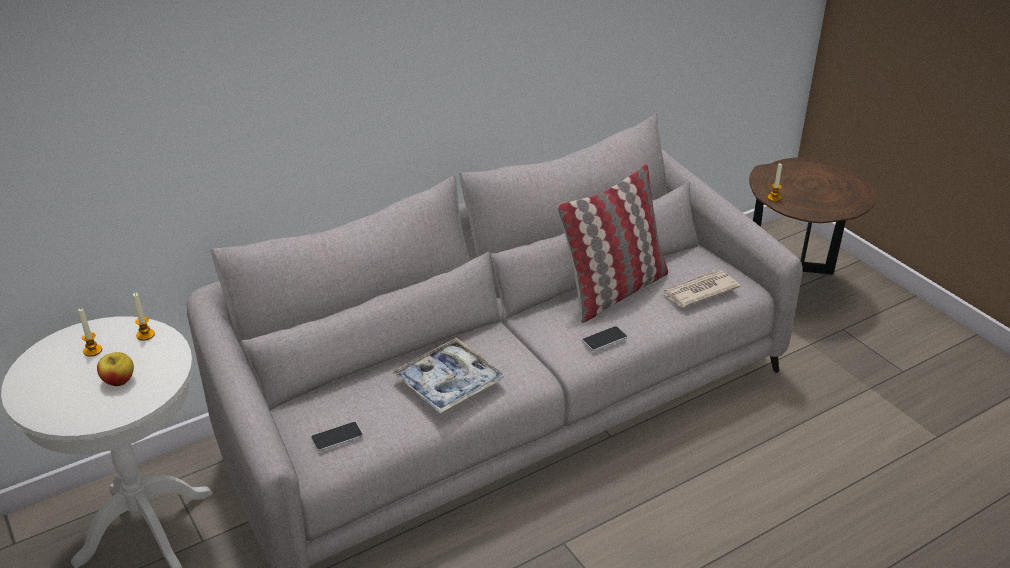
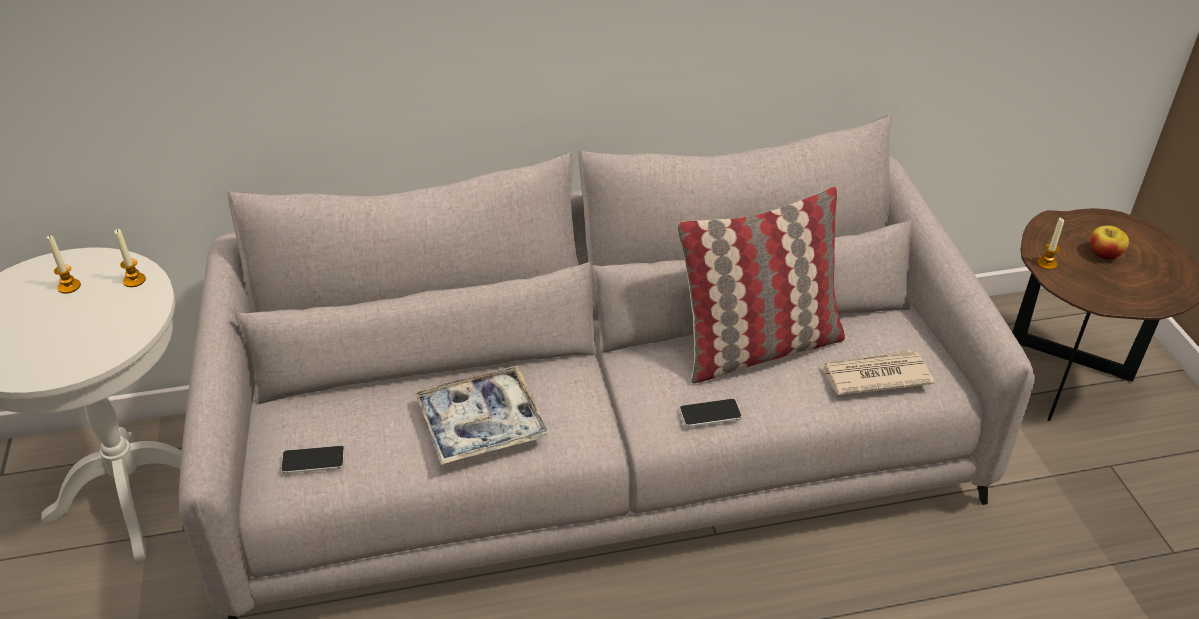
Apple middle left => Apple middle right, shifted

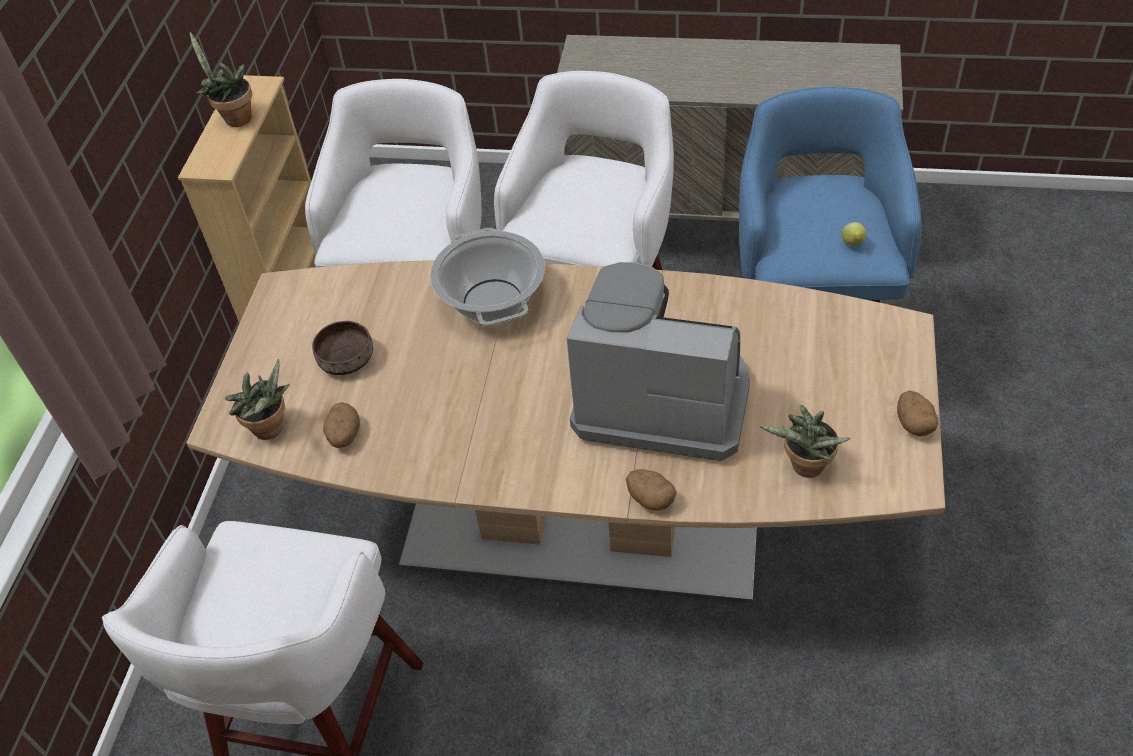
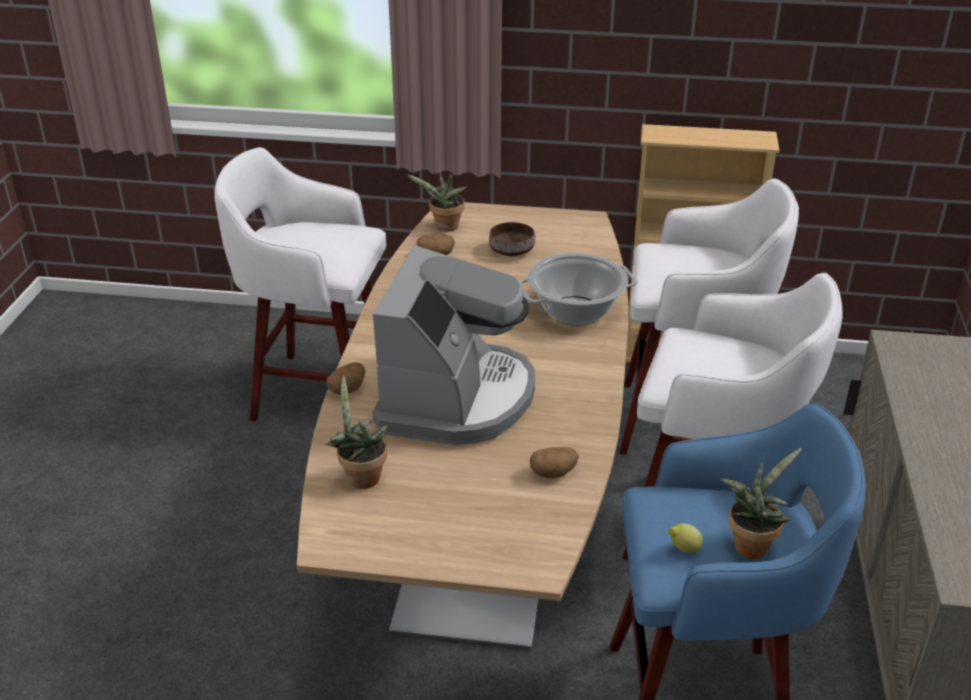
PottedPlant (no. 1 from left in the first image) top left => PottedPlant (no. 3 from left) bottom right, shifted
Potato (no. 3 from left) middle right => Potato (no. 3 from left) centre, shifted

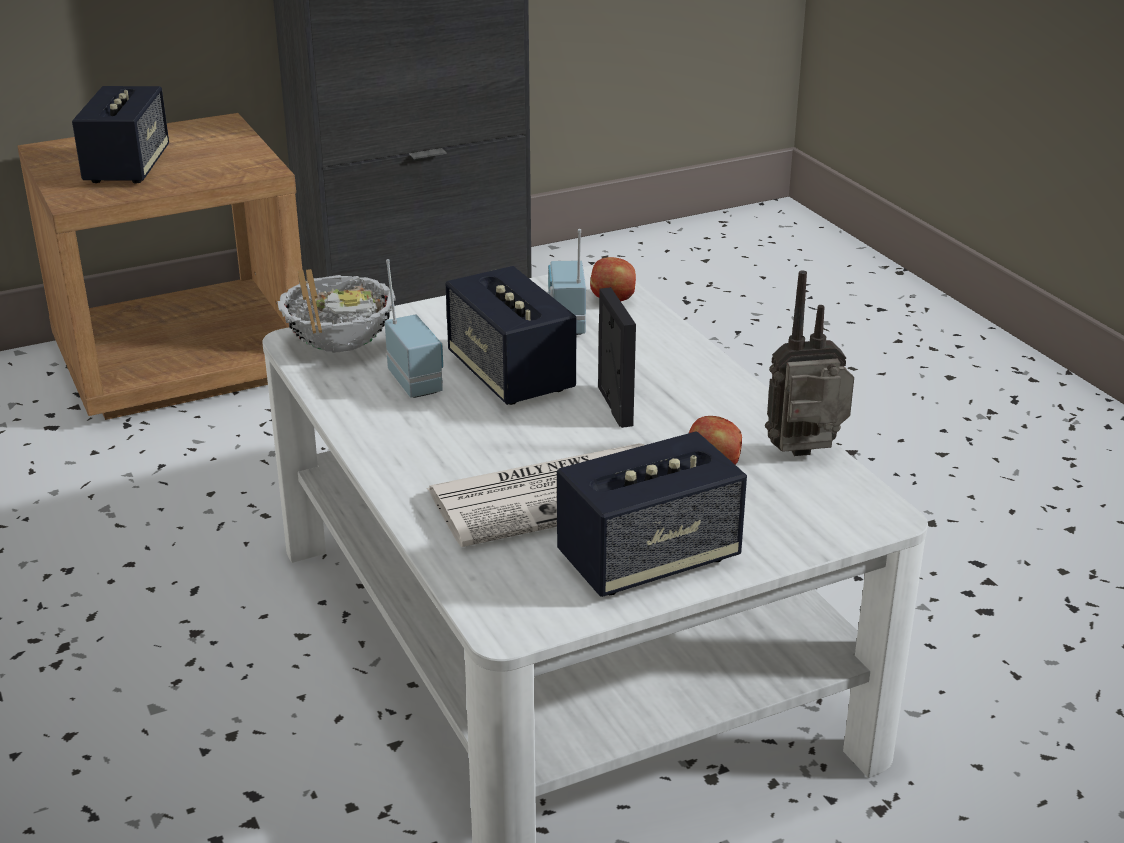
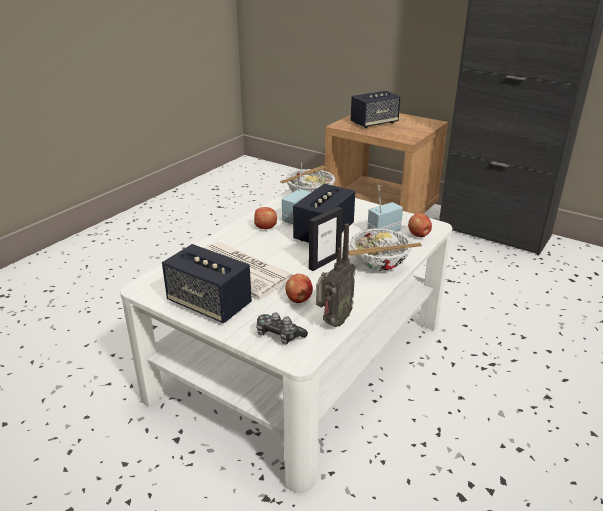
Radio (no. 3 from left in the first image) middle right => Radio (no. 2 from left) centre, 75 degrees clockwise
nothing => Apple (no. 1 from left) centre
nothing => Bowl (no. 2 from left) centre
nothing => GameController centre

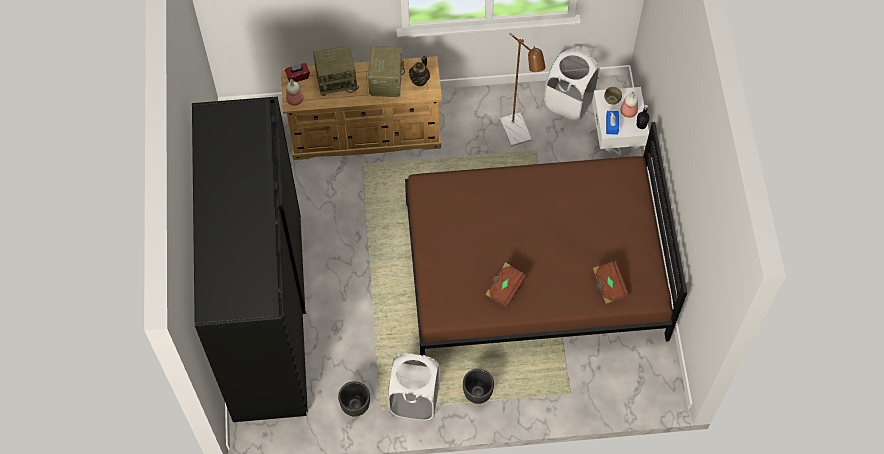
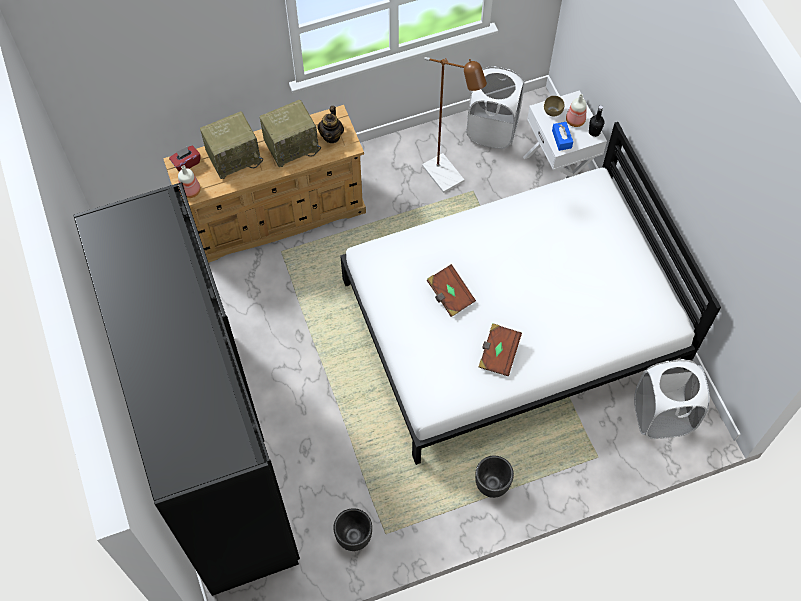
Radio (no. 2 from left) top centre, 75 degrees clockwise
BrownBed centre => WhiteBed centre
BrownBook (no. 2 from left in the first image) middle right => BrownBook (no. 1 from left) centre, shifted
WhiteLaundryBasket (no. 1 from left in the first image) bottom centre => WhiteLaundryBasket (no. 2 from left) middle right, shifted

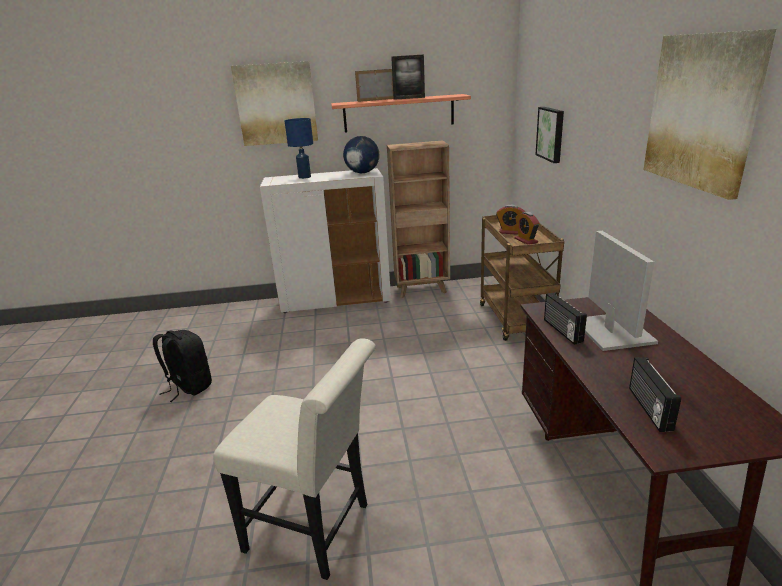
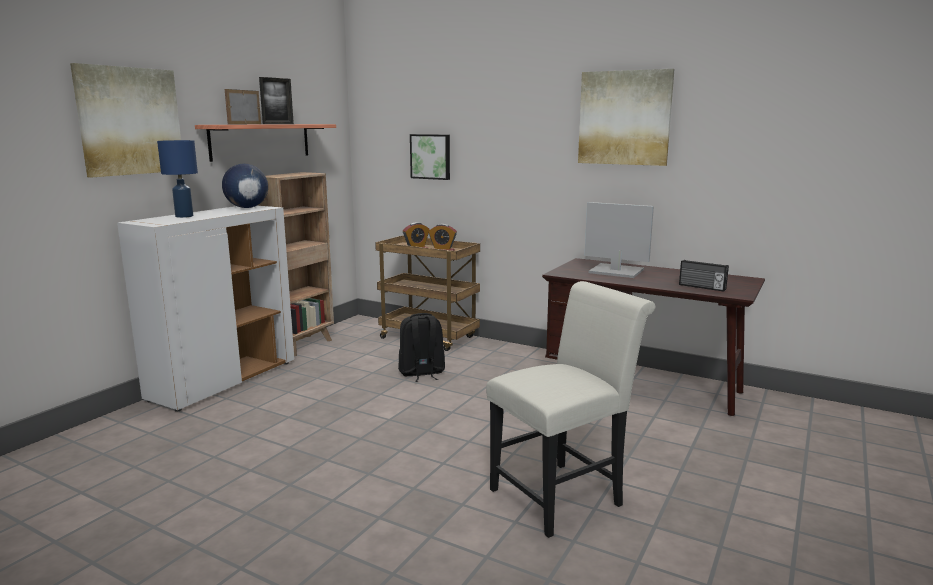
Radio (no. 1 from left) middle right => nothing
BlackBackpack middle left => BlackBackpack centre, shifted

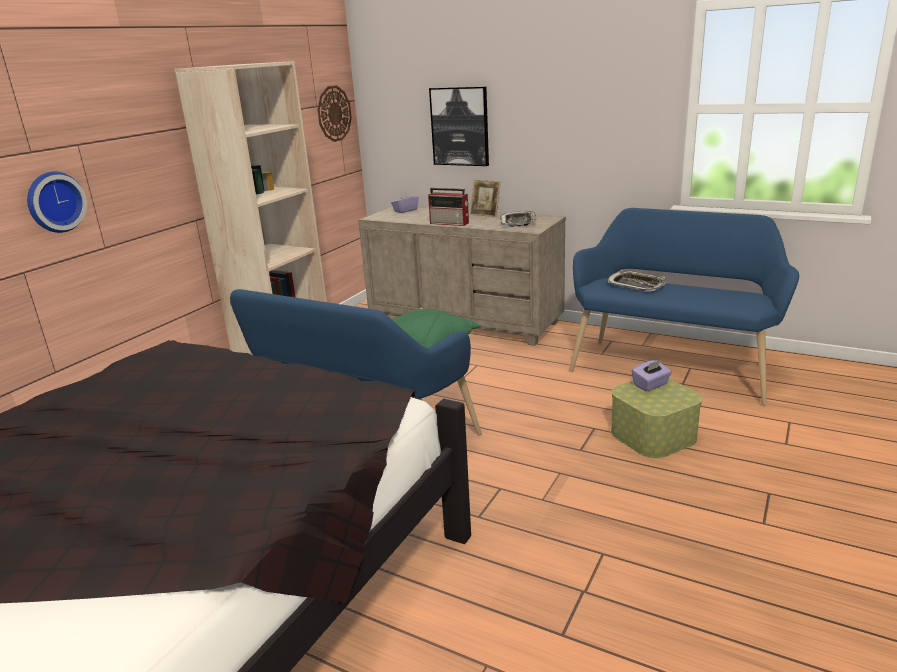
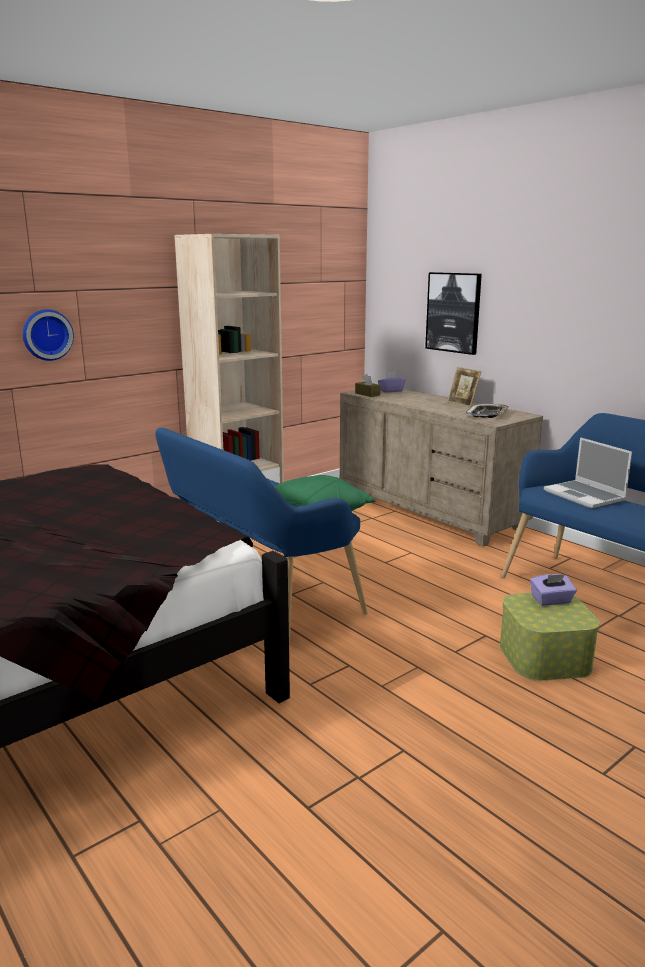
WallClock (no. 2 from left) top centre => nothing
Radio top centre => nothing
Tray (no. 2 from left) middle right => Laptop middle right
nothing => BrownTissueBox centre

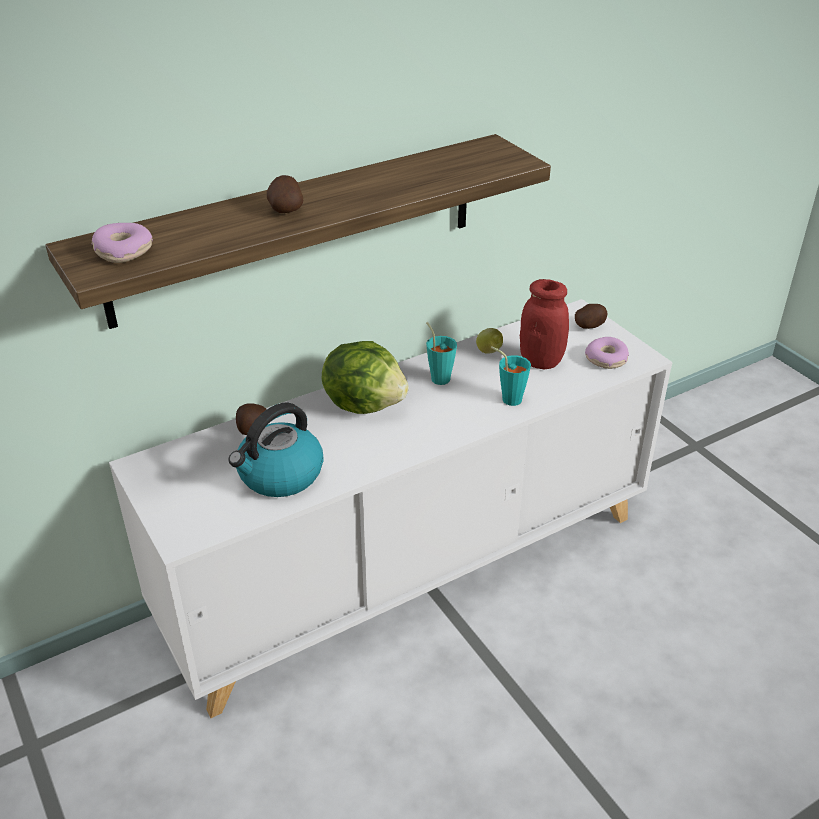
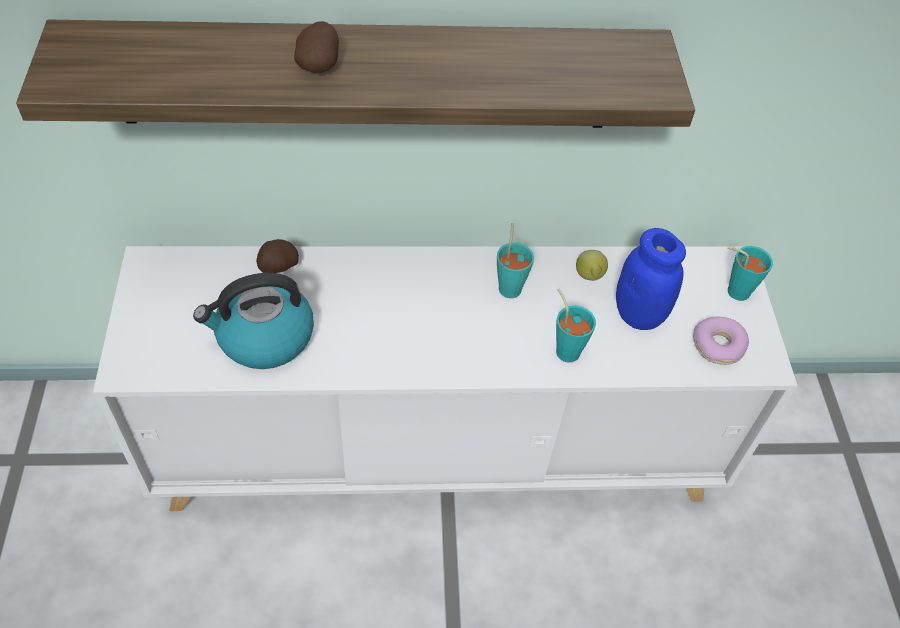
Donut (no. 1 from left) top left => nothing
RedJar centre => BlueJar middle right
Potato (no. 3 from left) middle right => TurquoiseCup (no. 3 from left) middle right
Lettuce centre => nothing

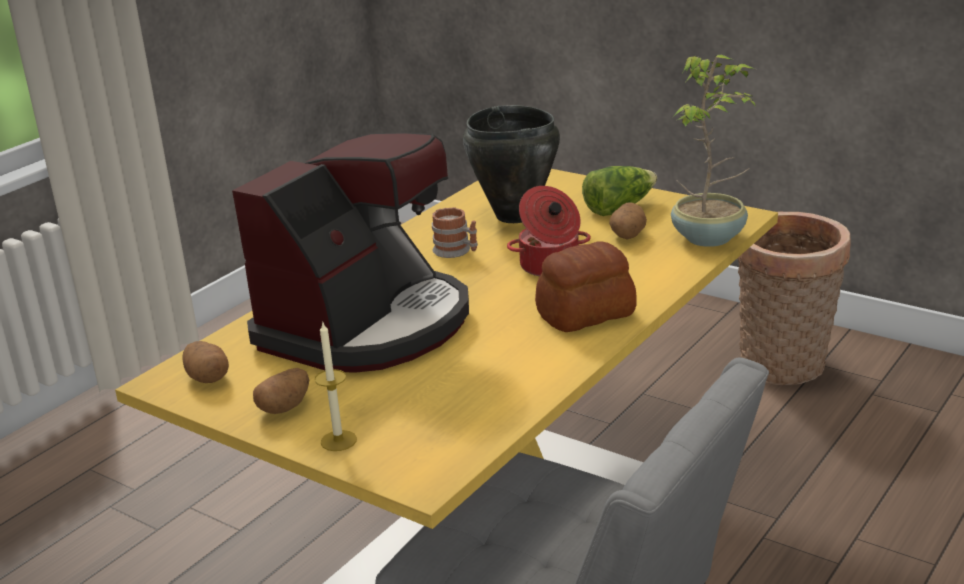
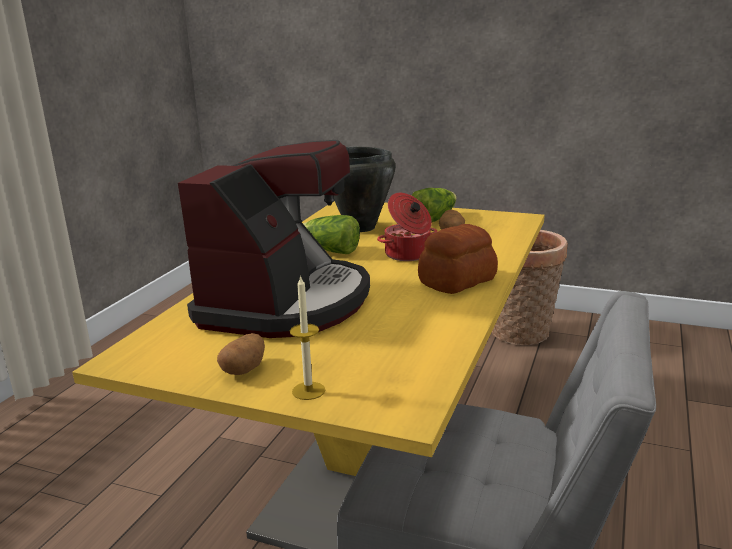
PottedPlant top right => nothing
Mug centre => Lettuce (no. 1 from left) centre
Potato (no. 1 from left) middle left => nothing

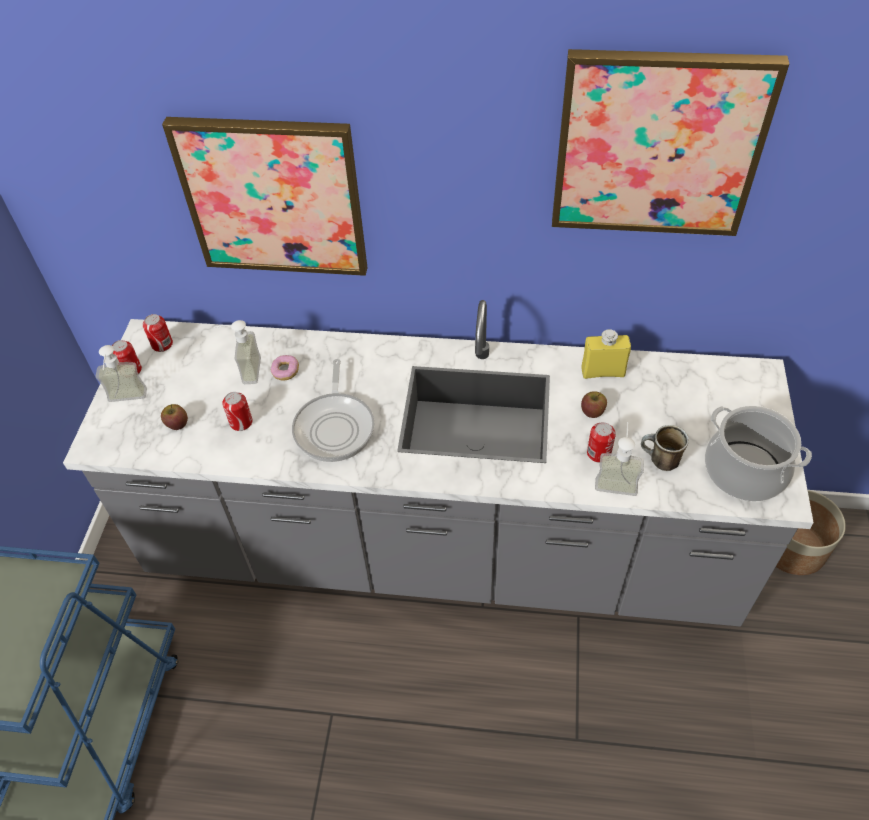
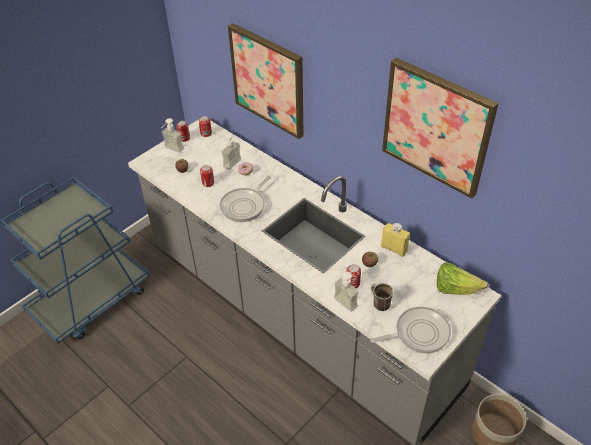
CookingPot middle right => FryingPan (no. 2 from left) bottom right
nothing => Lettuce middle right

